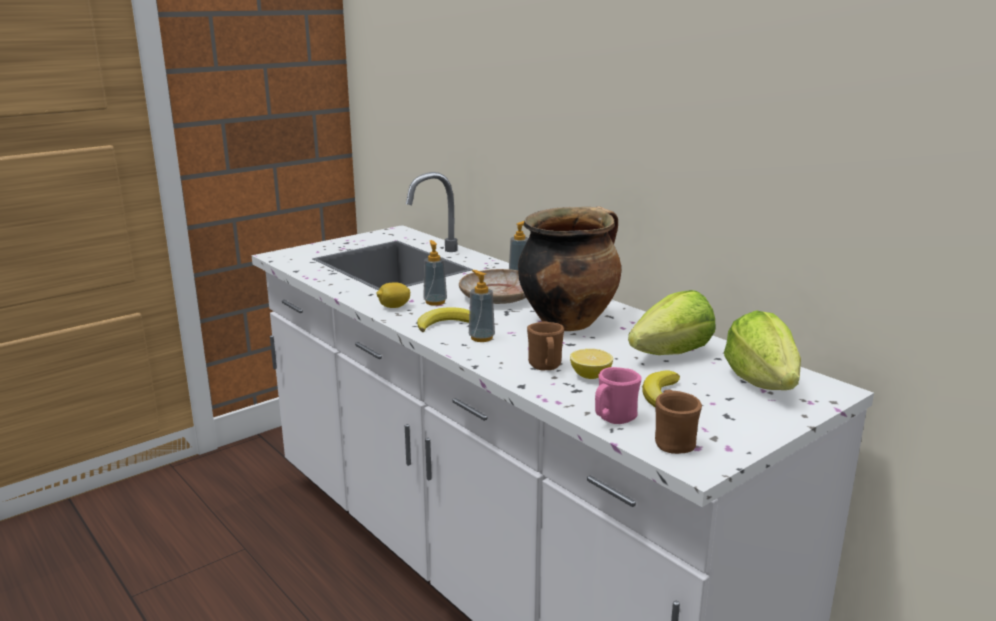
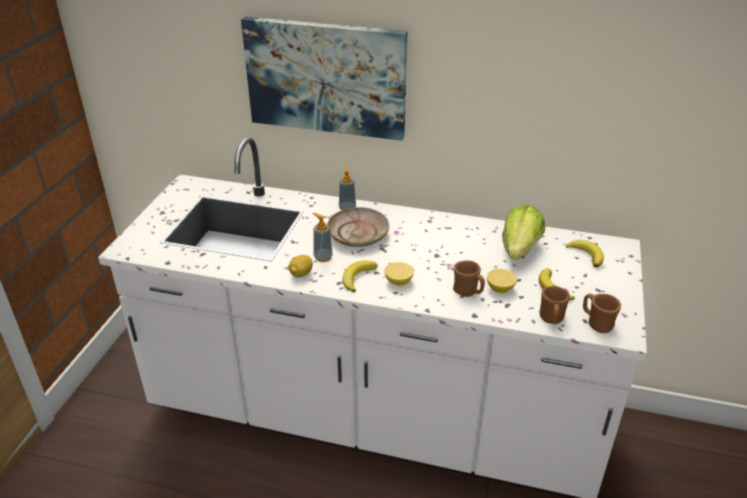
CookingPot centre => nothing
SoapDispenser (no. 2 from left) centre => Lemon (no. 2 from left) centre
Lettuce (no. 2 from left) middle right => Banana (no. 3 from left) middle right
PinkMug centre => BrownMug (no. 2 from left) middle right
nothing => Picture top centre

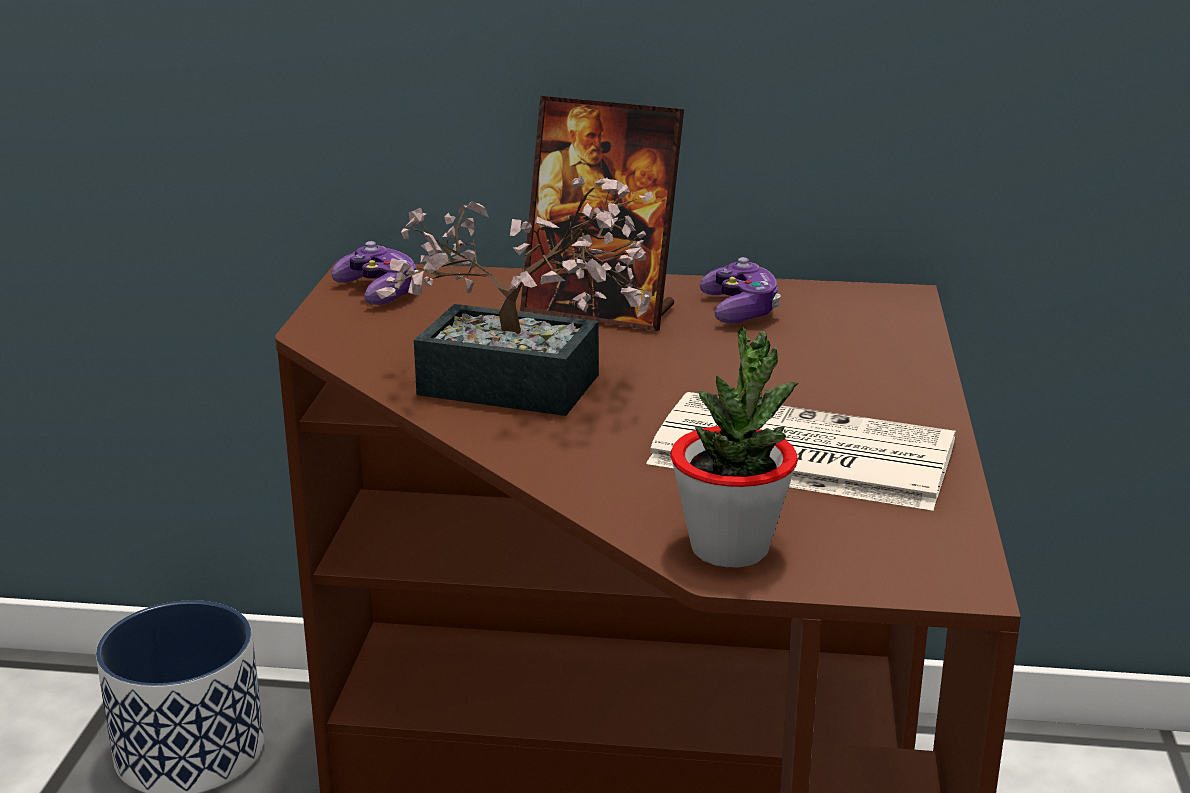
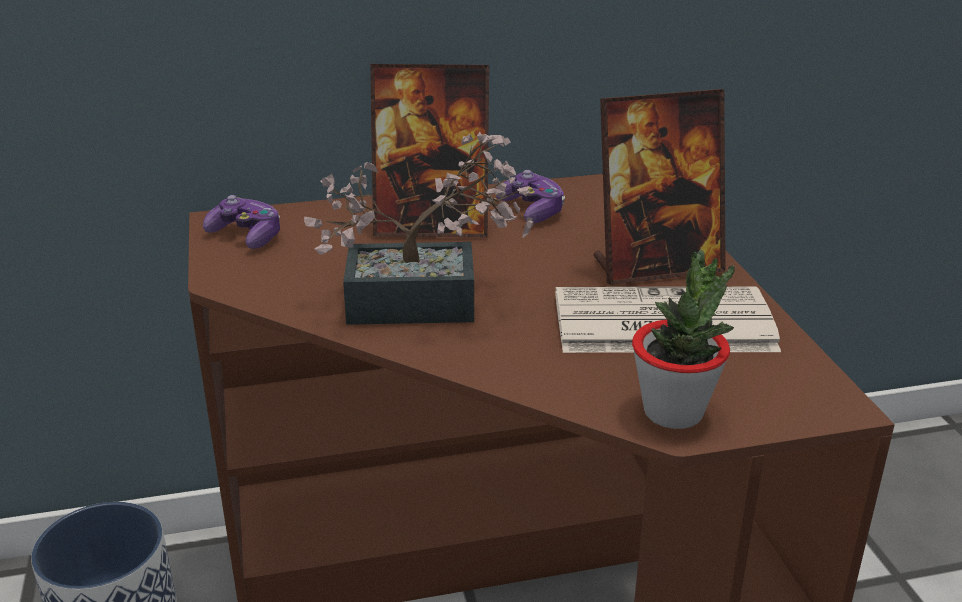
nothing => PictureFrame (no. 2 from left) top right

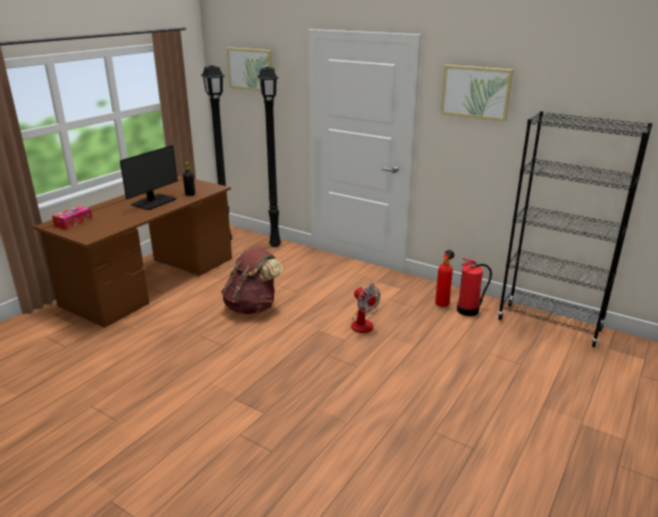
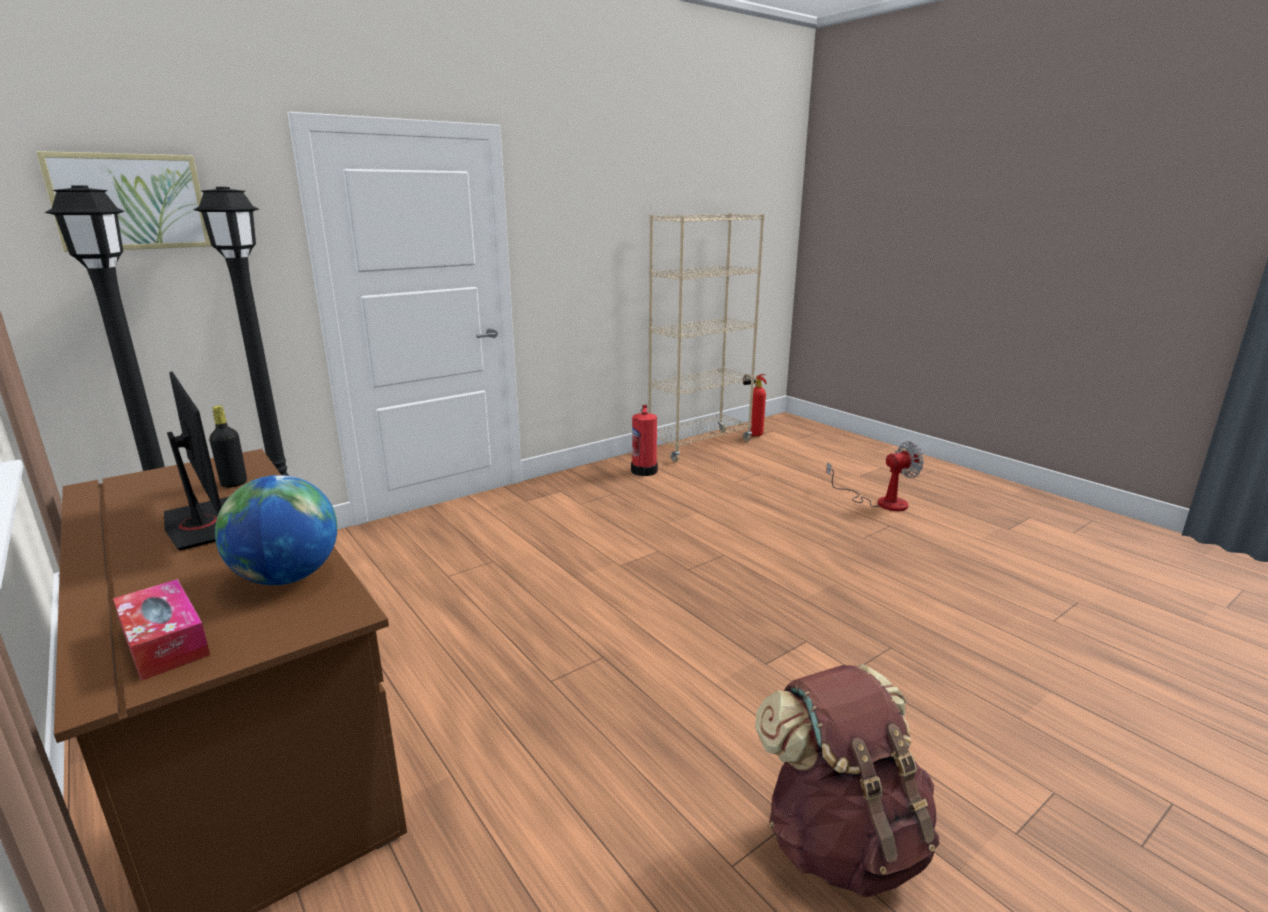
Picture (no. 2 from left) top right => nothing
BlackBookcase middle right => BeigeBookcase centre
BrownBackpack centre => BrownBackpack bottom right, shifted
FireExtinguisher (no. 1 from left in the first image) middle right => FireExtinguisher (no. 2 from left) centre, shifted
Fan centre => Fan middle right, shifted
nothing => Globe middle left

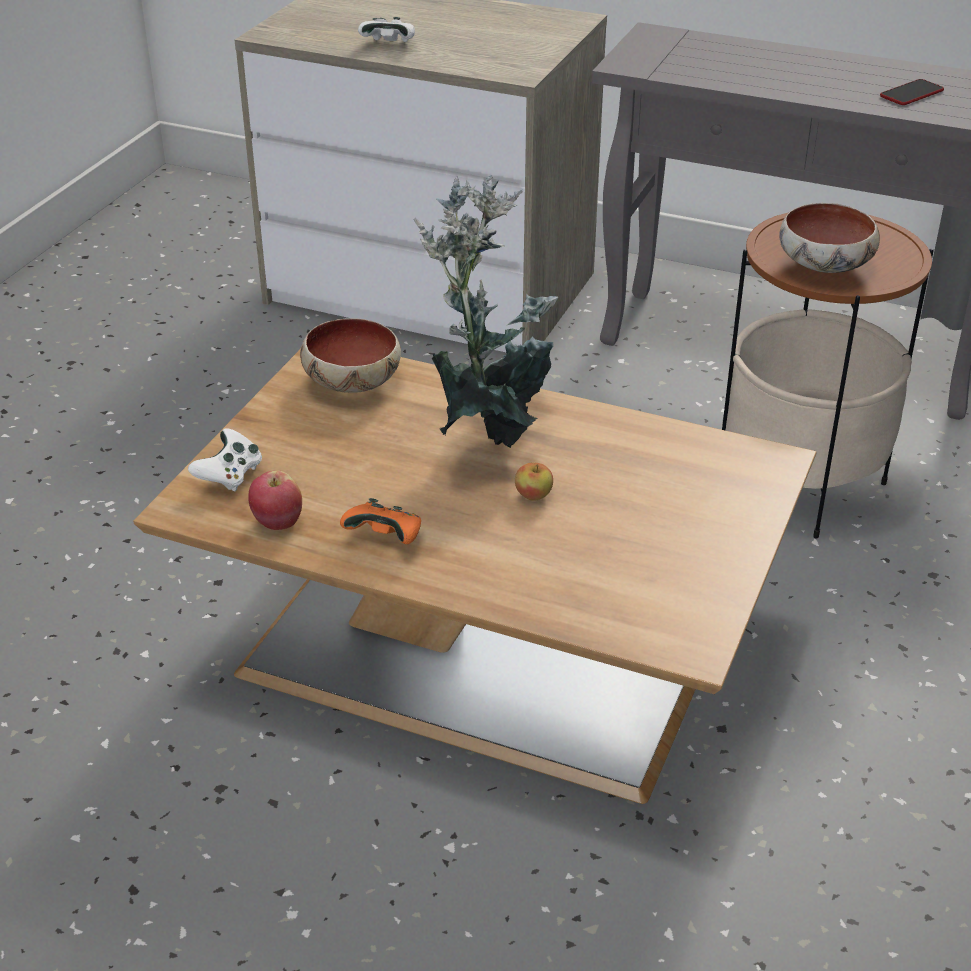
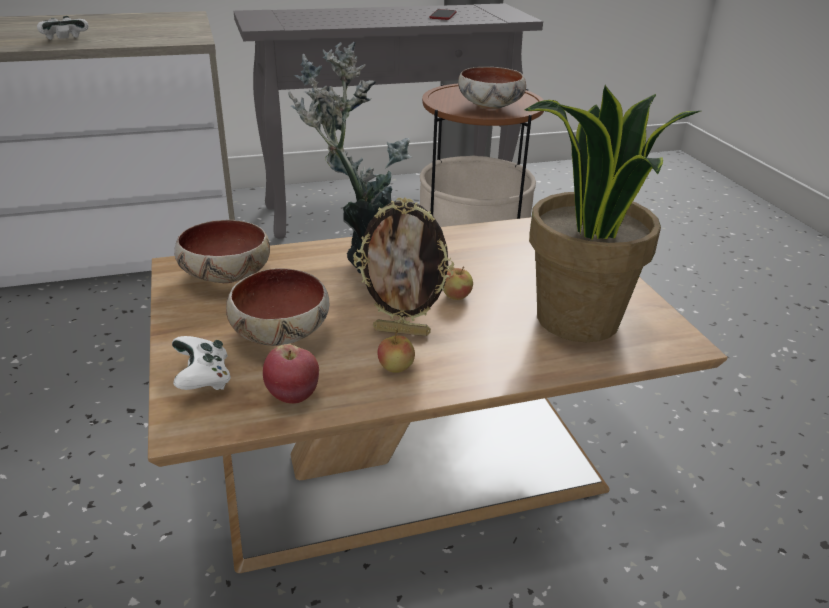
OrangeGameController centre => Apple (no. 2 from left) centre
nothing => PottedPlant (no. 2 from left) middle right
nothing => PictureFrame centre
nothing => Bowl (no. 2 from left) centre

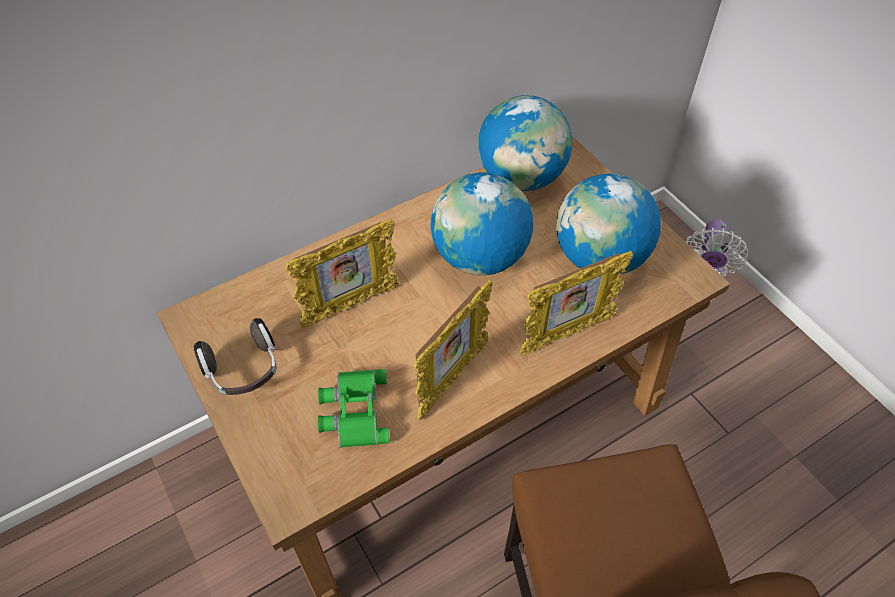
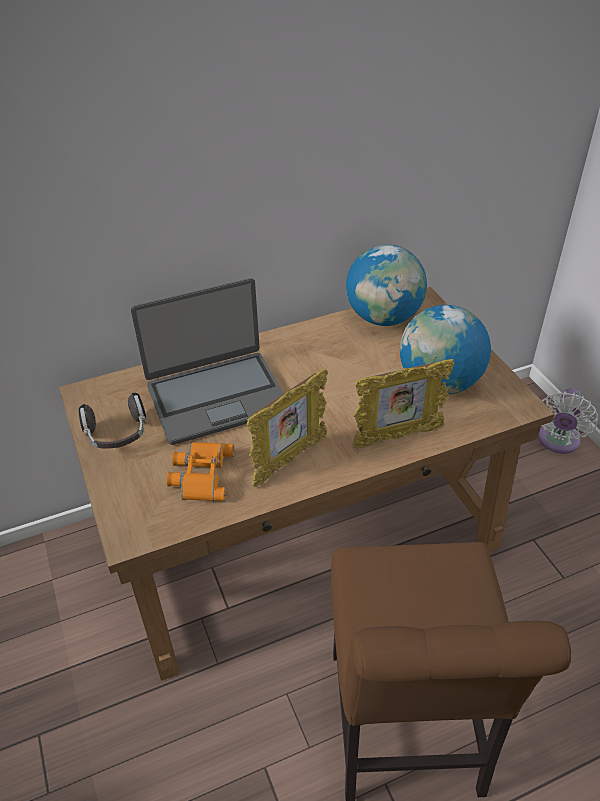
Globe (no. 1 from left) centre => nothing
PictureFrame (no. 1 from left) centre => Laptop centre
GreenBinoculars bottom centre => OrangeBinoculars centre

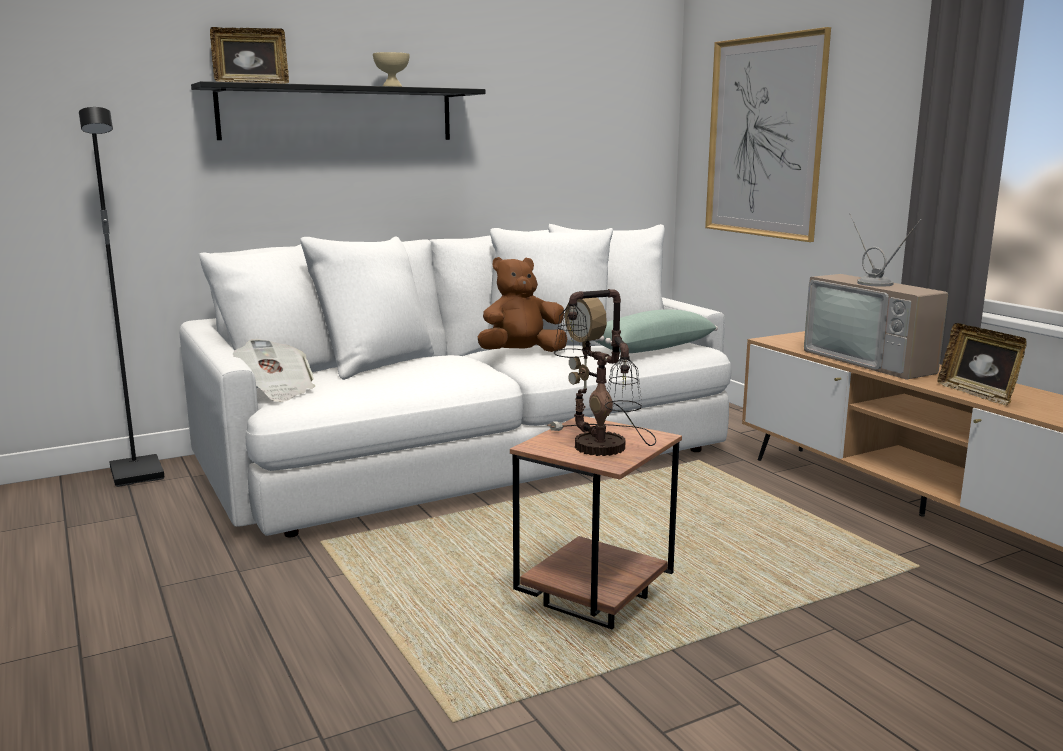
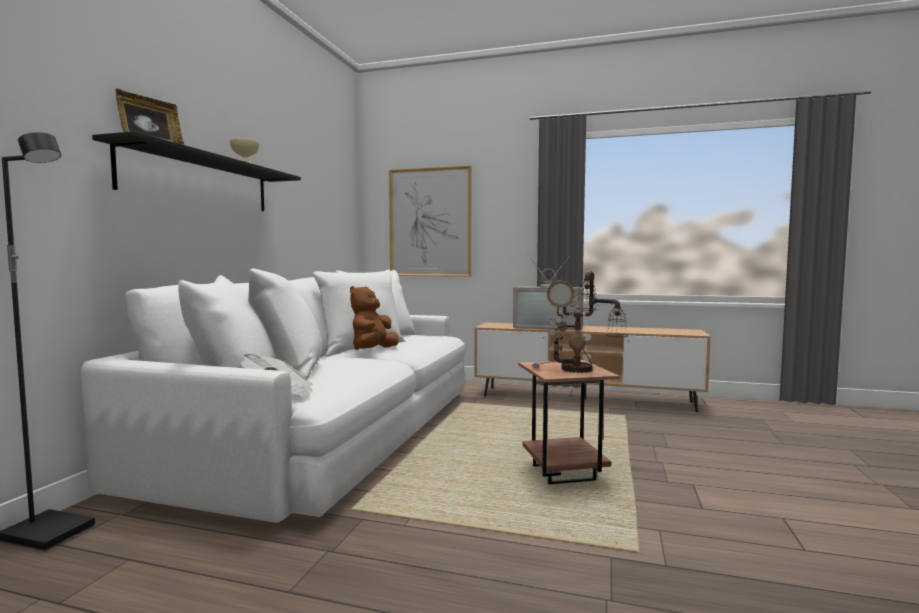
GreenPillow centre => nothing
PictureFrame (no. 2 from left) middle right => nothing

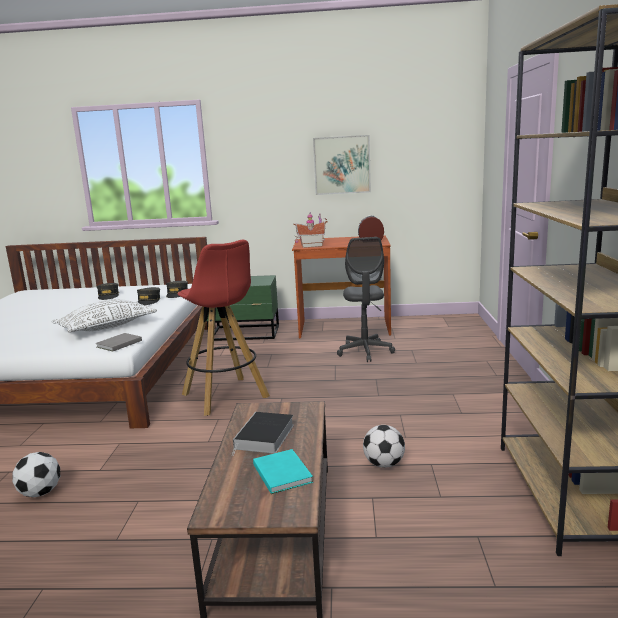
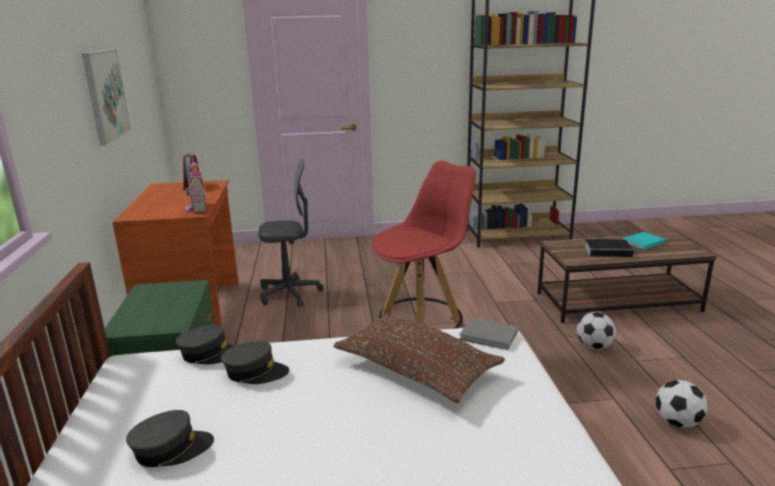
WhitePillow middle left => BrownPillow bottom centre
Football (no. 2 from left in the first image) bottom centre => Football (no. 1 from left) bottom right, shifted

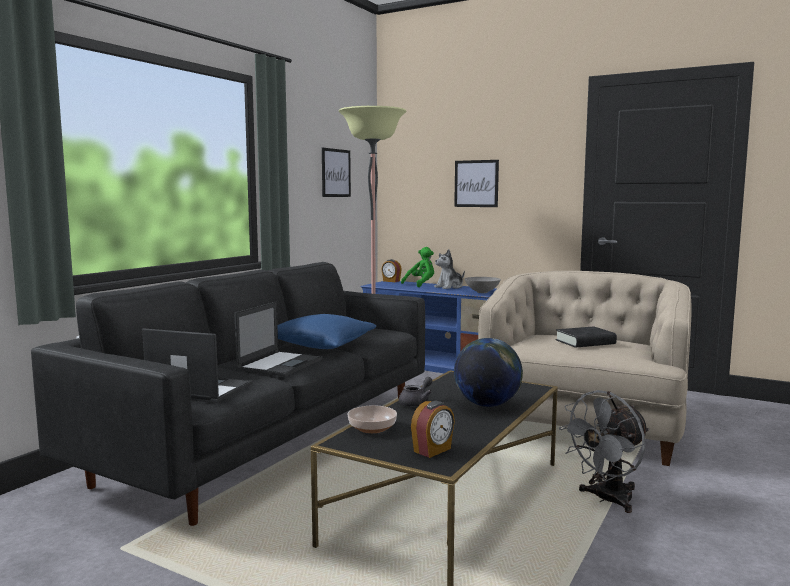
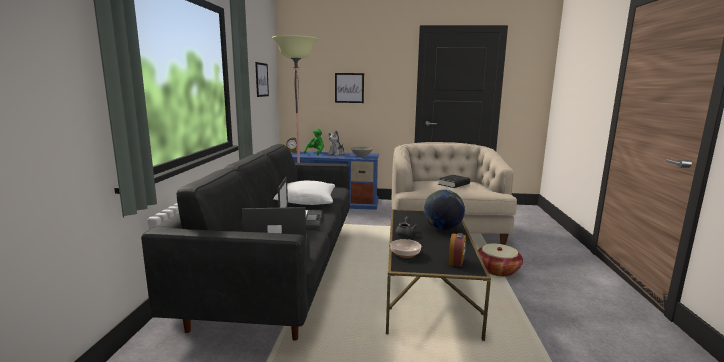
BluePillow centre => WhitePillow centre
GreyFan bottom right => Basket bottom right

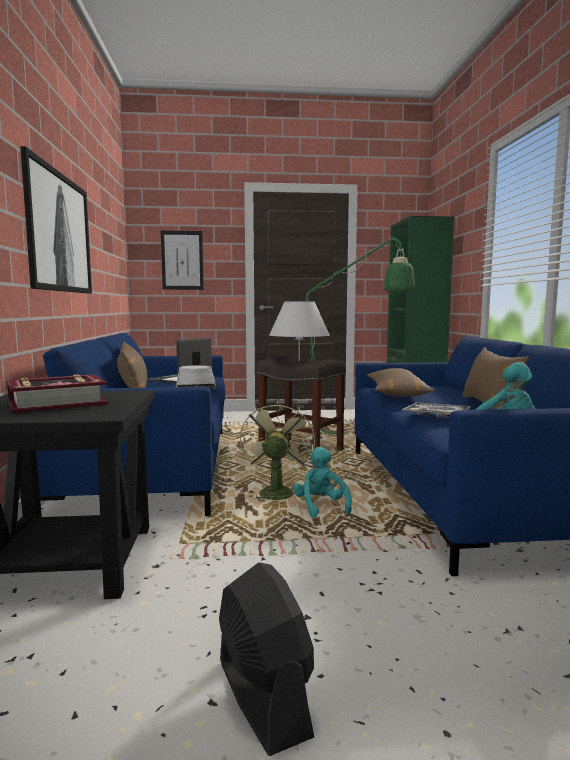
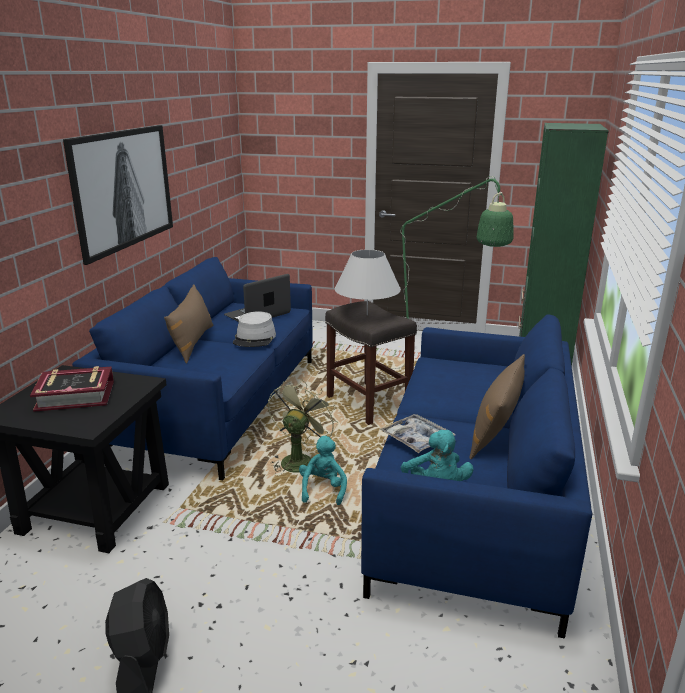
Picture (no. 2 from left) middle left => nothing
BrownPillow (no. 2 from left) middle right => nothing

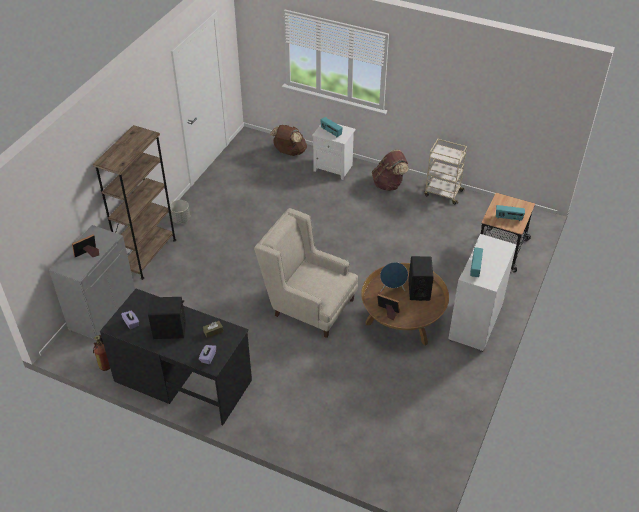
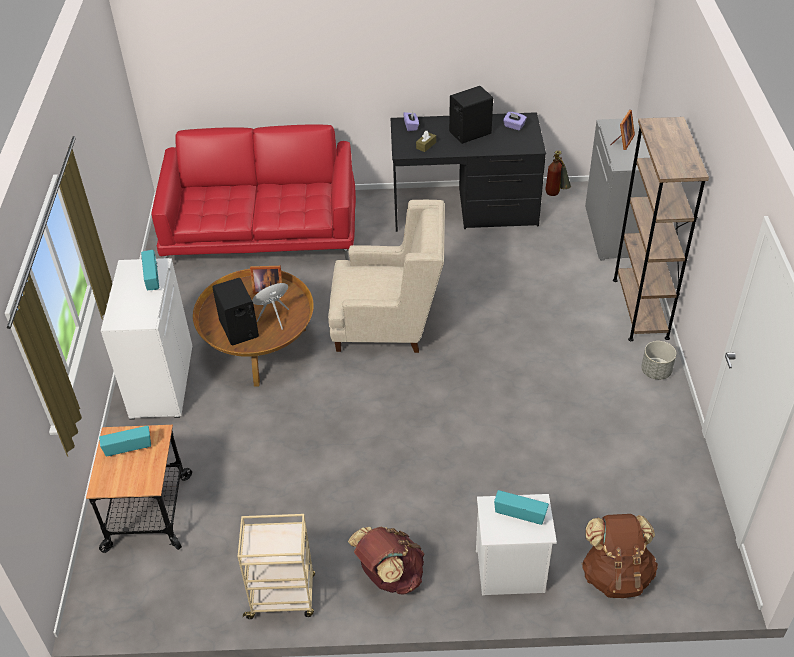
nothing => RedSofa top left

